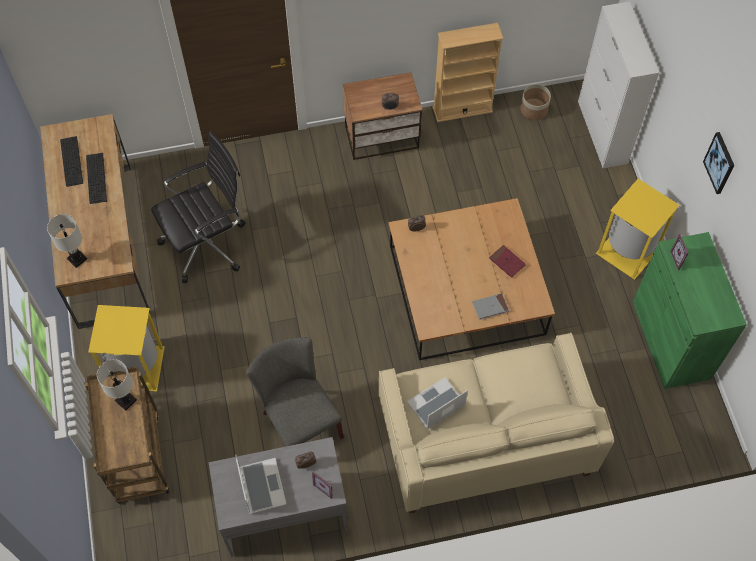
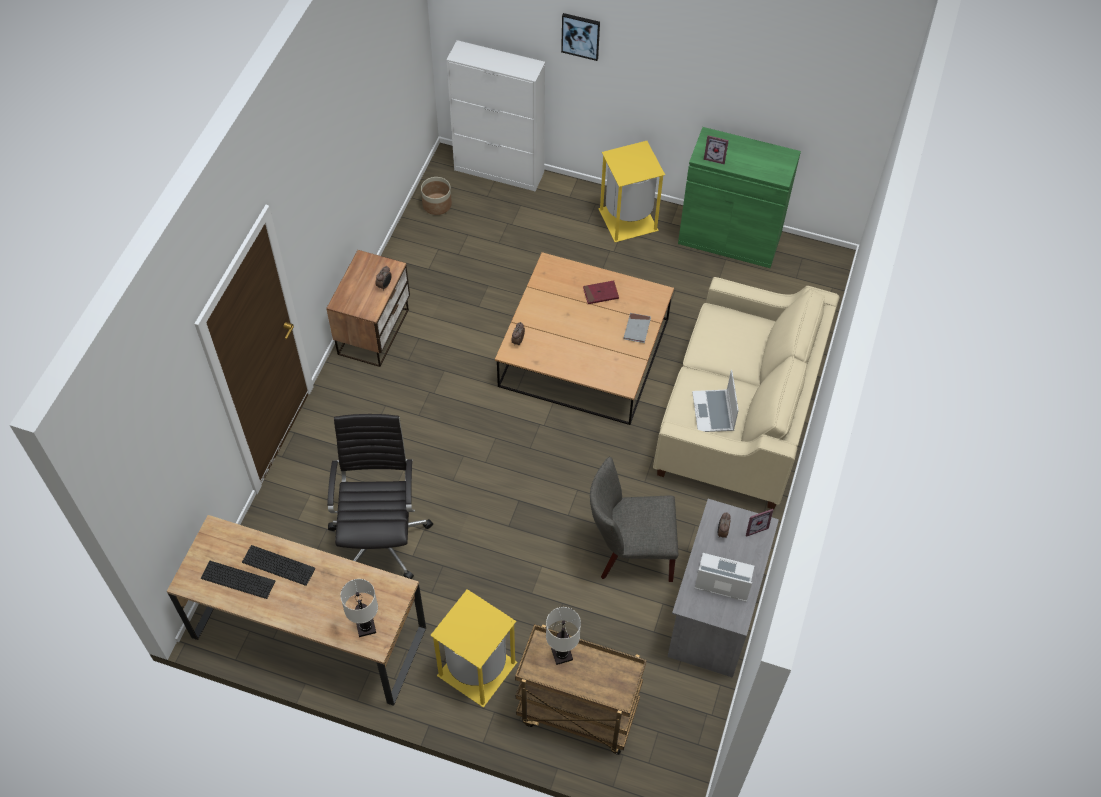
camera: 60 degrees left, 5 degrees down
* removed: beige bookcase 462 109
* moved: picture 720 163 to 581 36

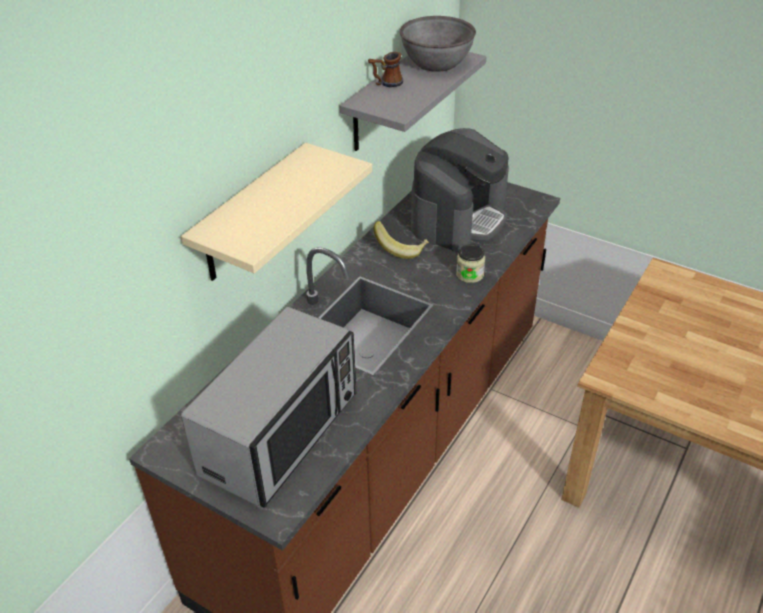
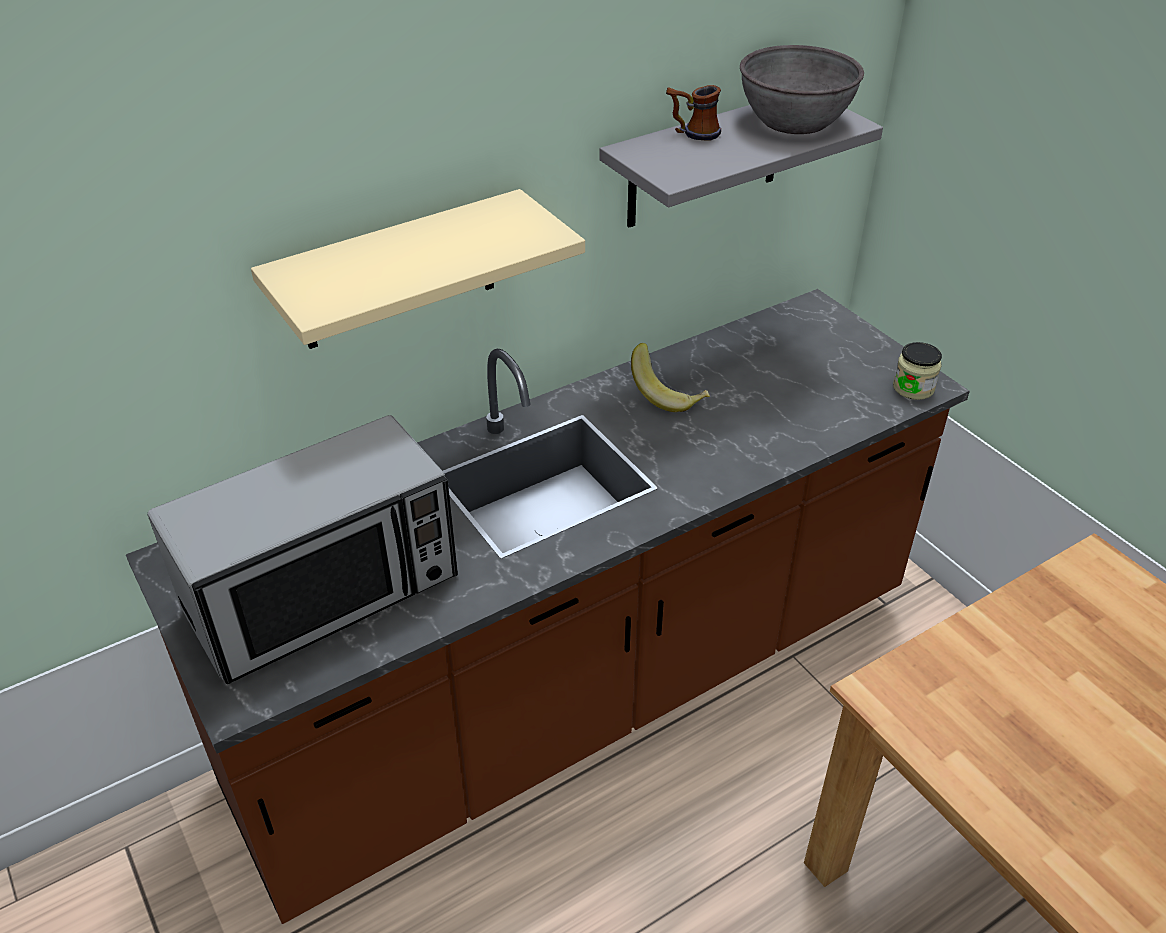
camera: 25 degrees right, 0 degrees up
* removed: coffee machine 458 218
* moved: jar 469 274 to 913 388

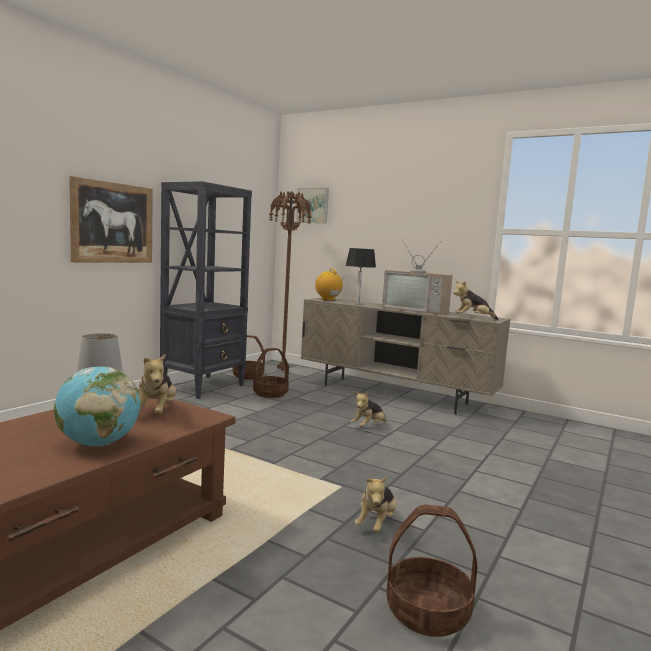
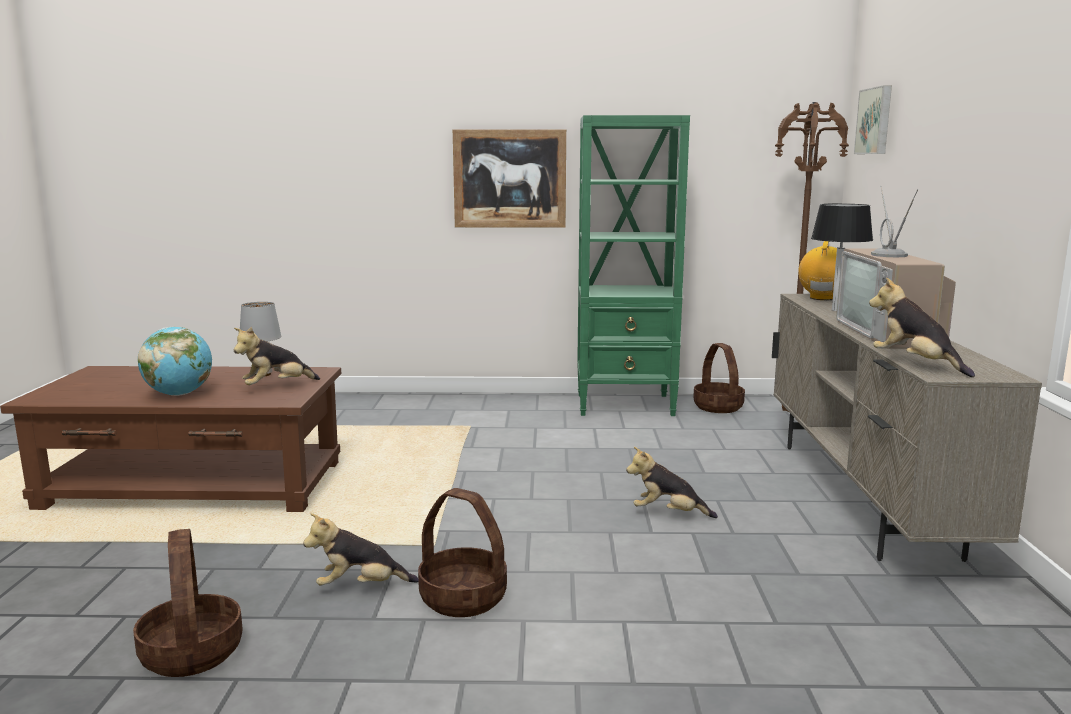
camera: 60 degrees right, 5 degrees up
* moved: basket 270 393 to 464 598
* recoloured: black bookcase 204 387 to green bookcase 626 405

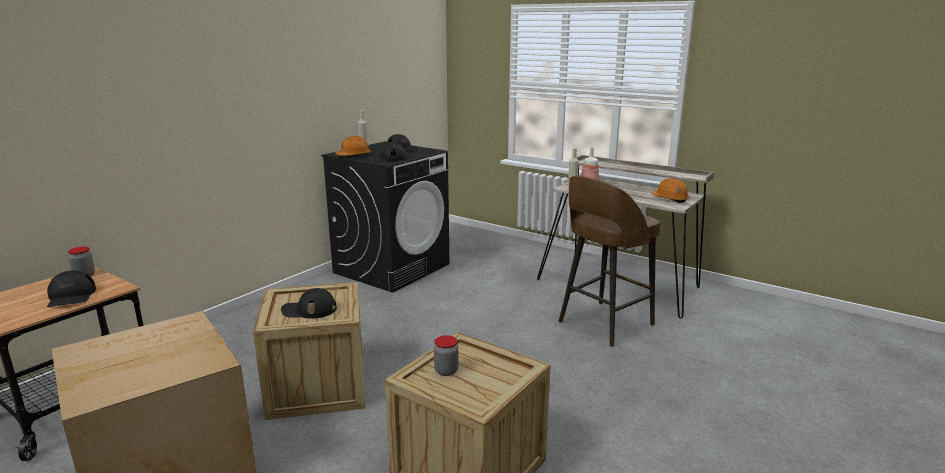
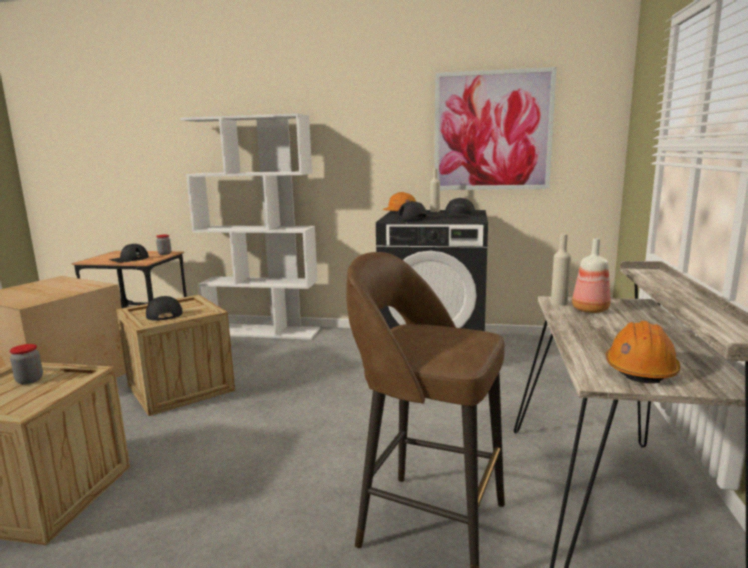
camera: 65 degrees right, 5 degrees down
* added: white bookcase 263 331
* added: picture 492 131

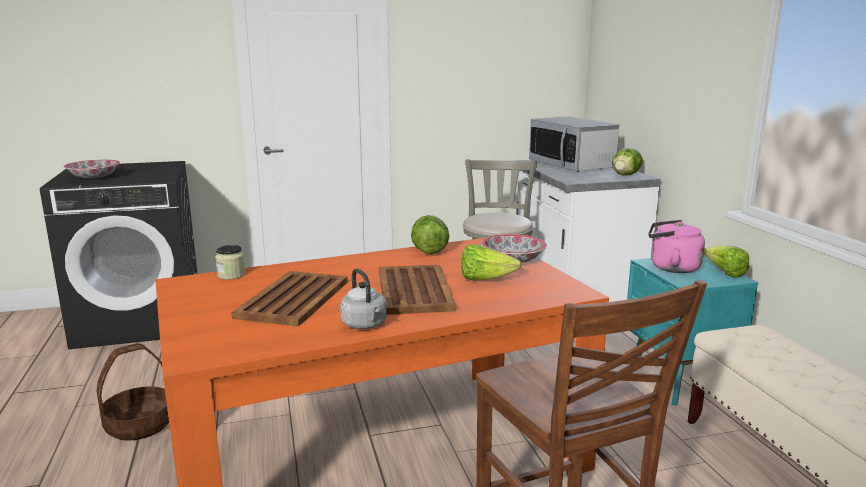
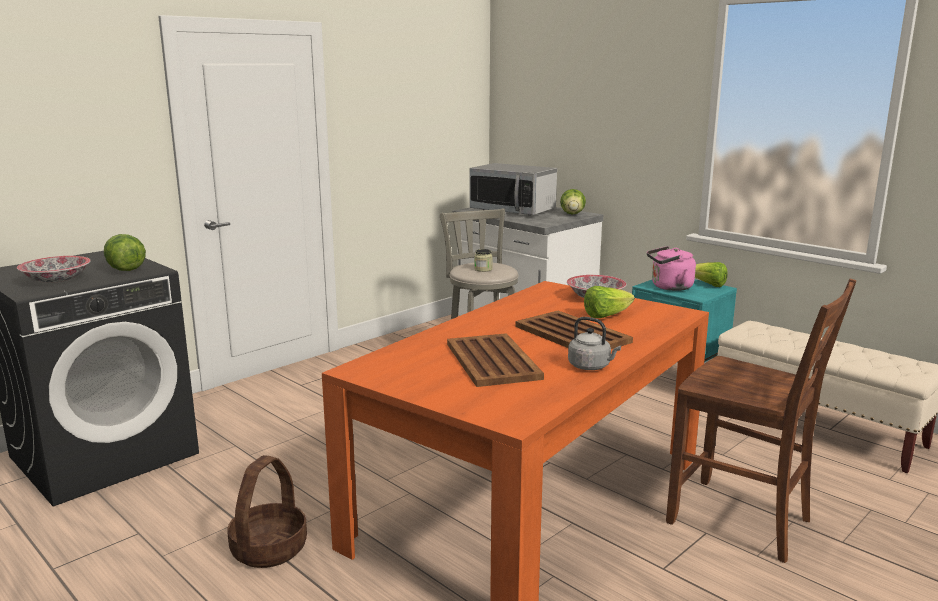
camera: 30 degrees left, 0 degrees up
* moved: jar 231 275 to 483 269
* moved: lettuce 429 251 to 125 269

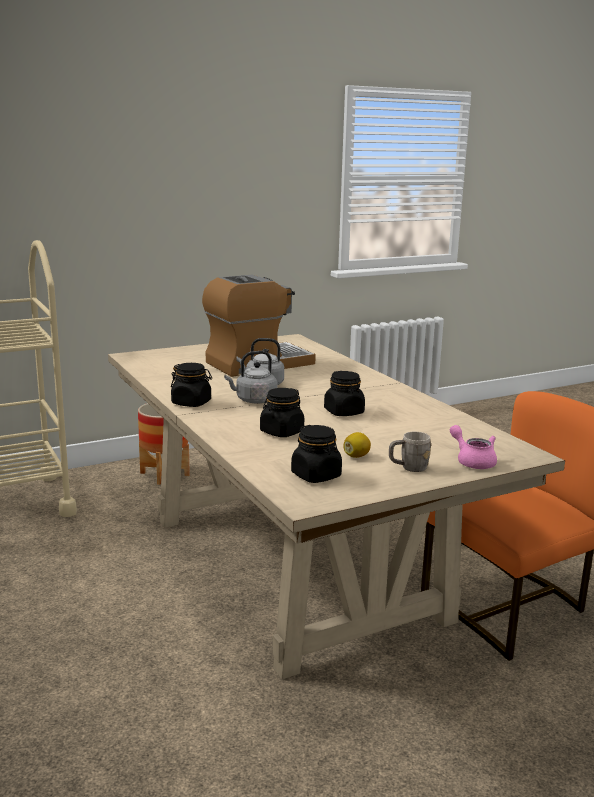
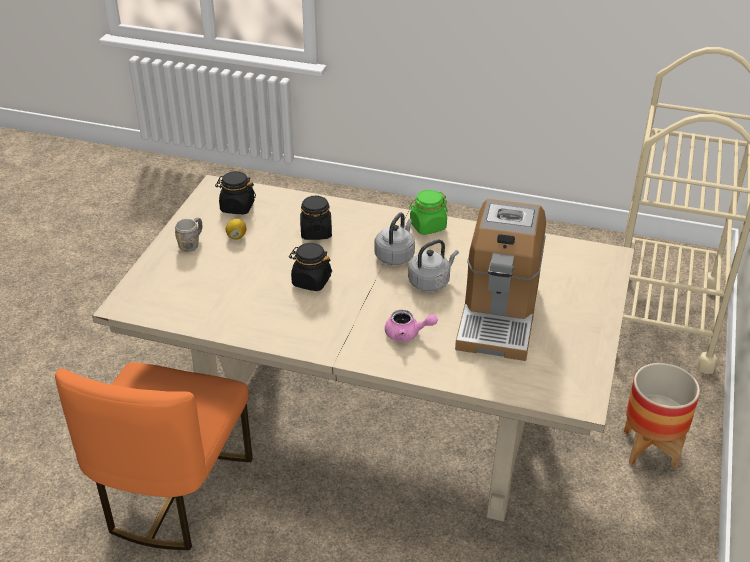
camera: 135 degrees right, 20 degrees up
* moved: pink teapot 473 461 to 407 334
* recoloured: black jar 191 403 to green jar 427 226

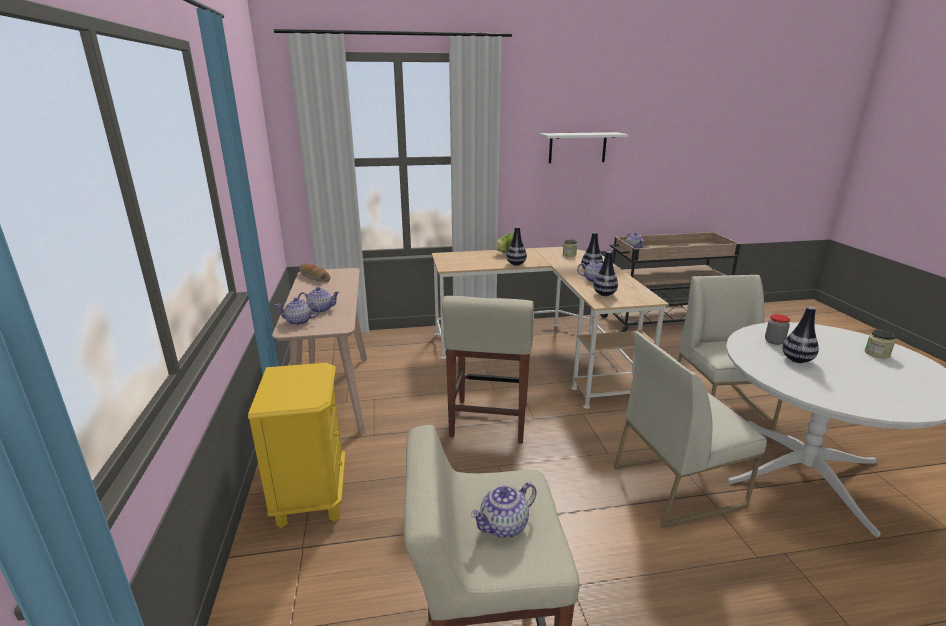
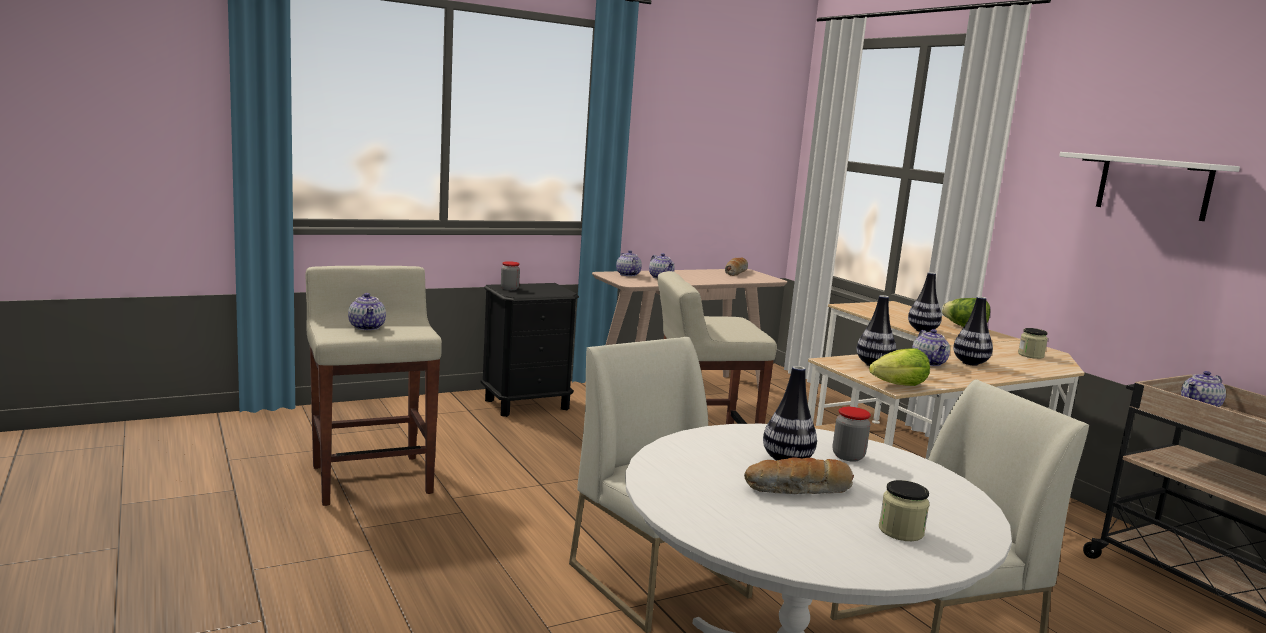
camera: 70 degrees right, 10 degrees down
* added: jar 509 288
* added: bread 798 490
* added: lettuce 899 386
* recoloured: yellow nightstand 311 495 to black nightstand 527 404
* turned: teapot 504 526 = 367 327 150 degrees counterclockwise

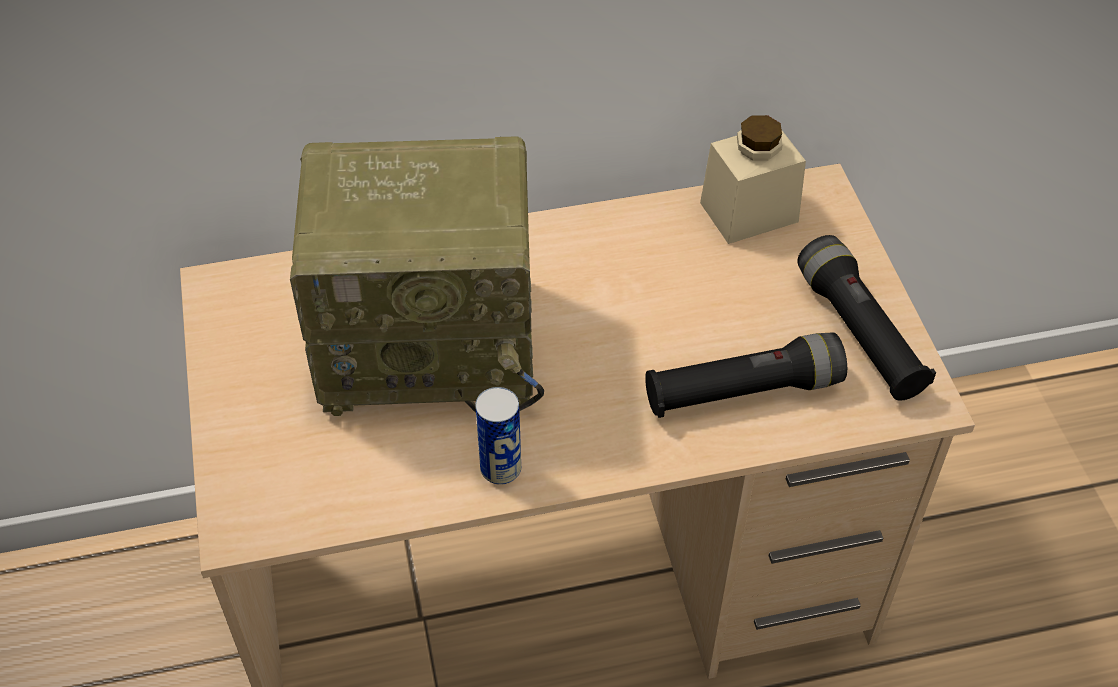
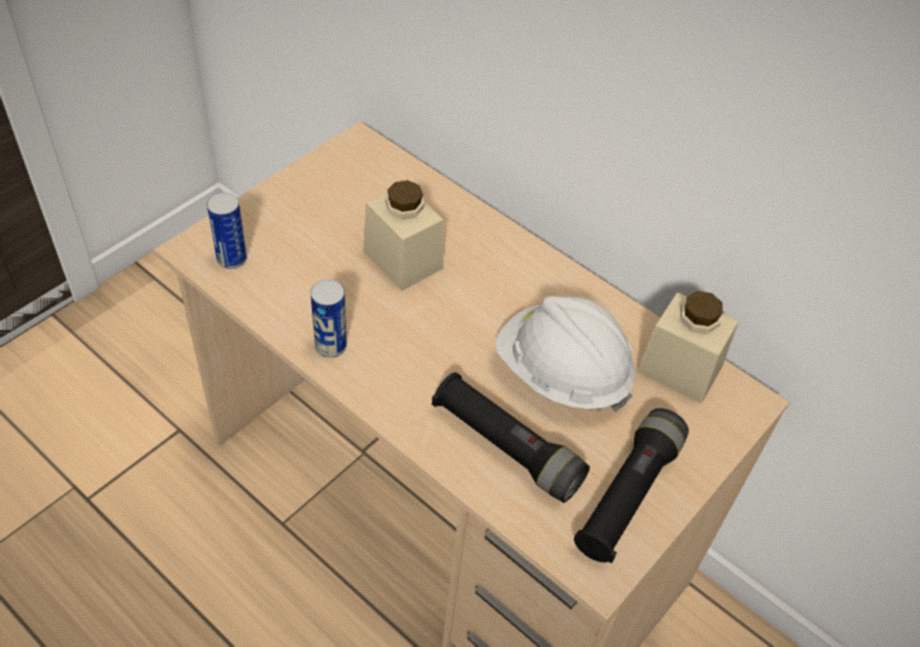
camera: 50 degrees right, 0 degrees up
* added: can 232 259
* added: white hard hat 561 374
* replaced: radio 432 342 to beige jar 403 259

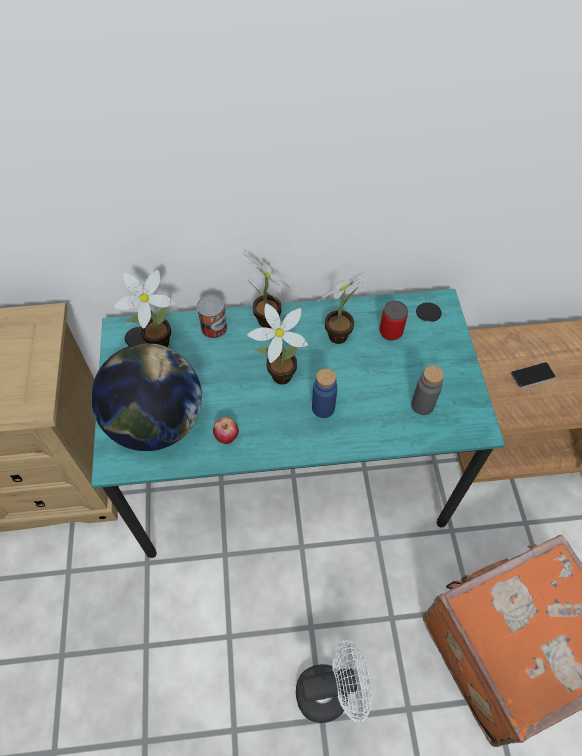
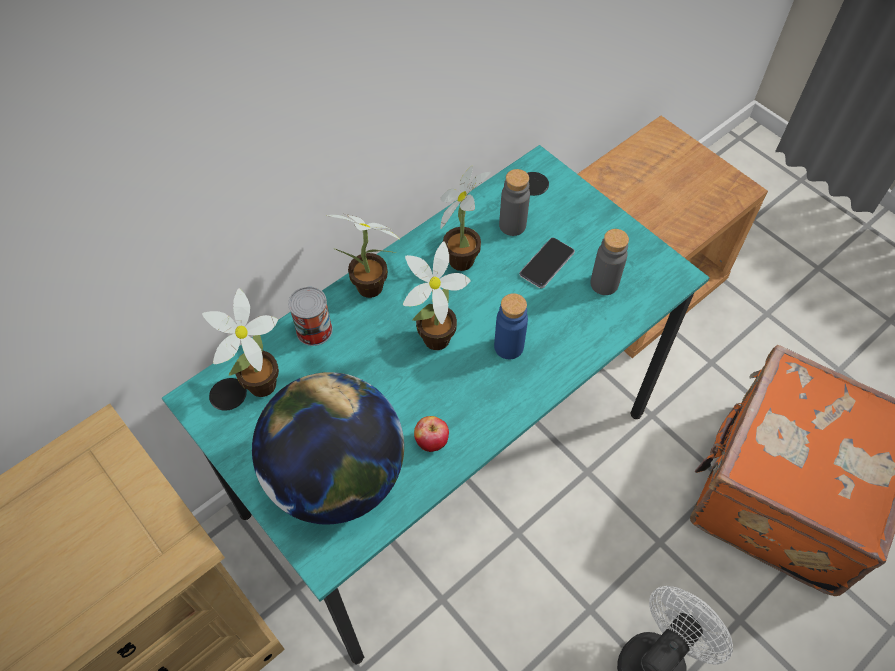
camera: 35 degrees left, 0 degrees up
* moved: phone 532 375 to 546 263
* replaced: can 390 332 to grey bottle 512 225

